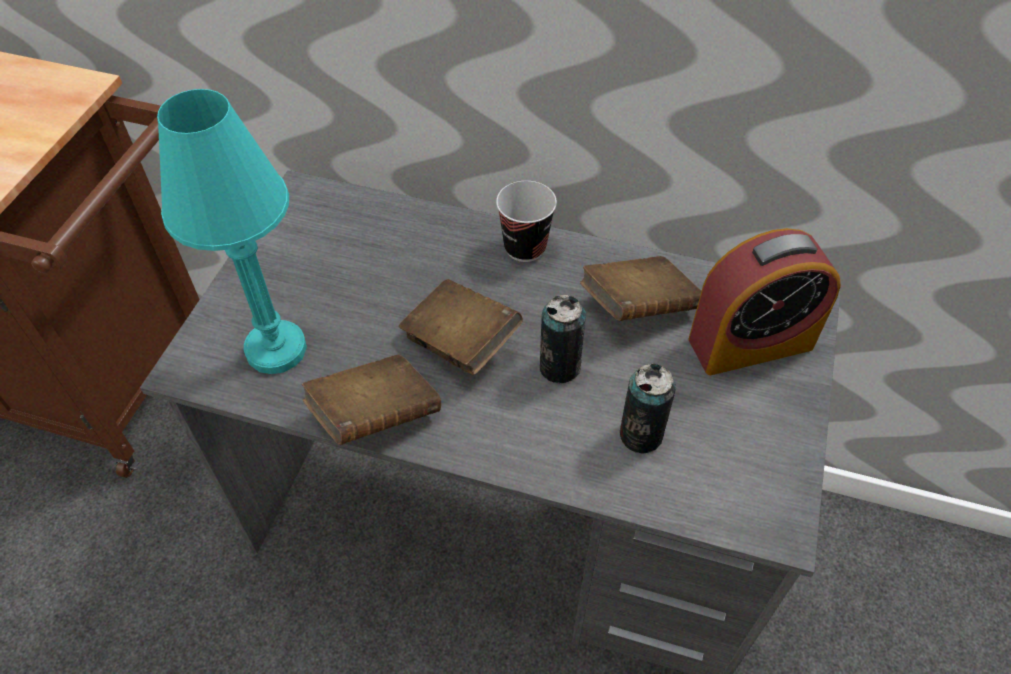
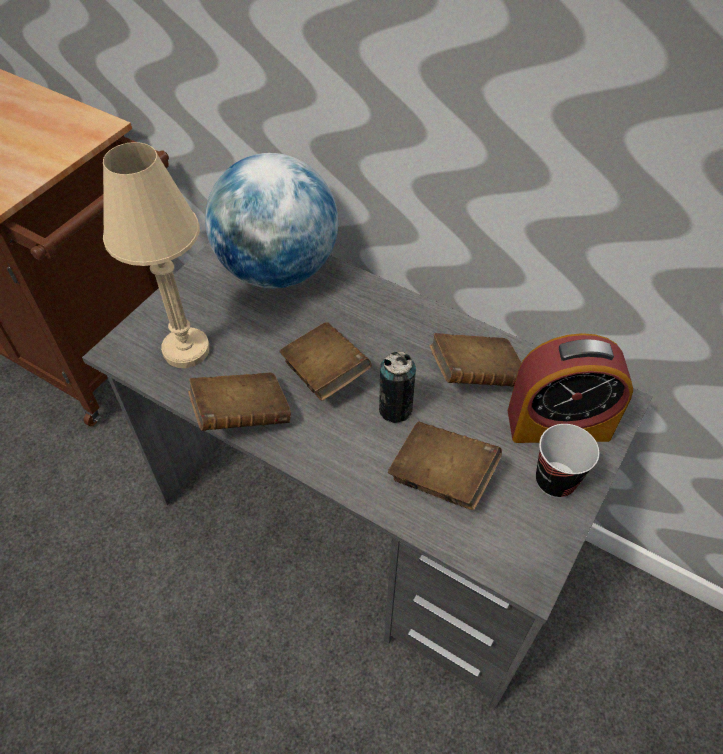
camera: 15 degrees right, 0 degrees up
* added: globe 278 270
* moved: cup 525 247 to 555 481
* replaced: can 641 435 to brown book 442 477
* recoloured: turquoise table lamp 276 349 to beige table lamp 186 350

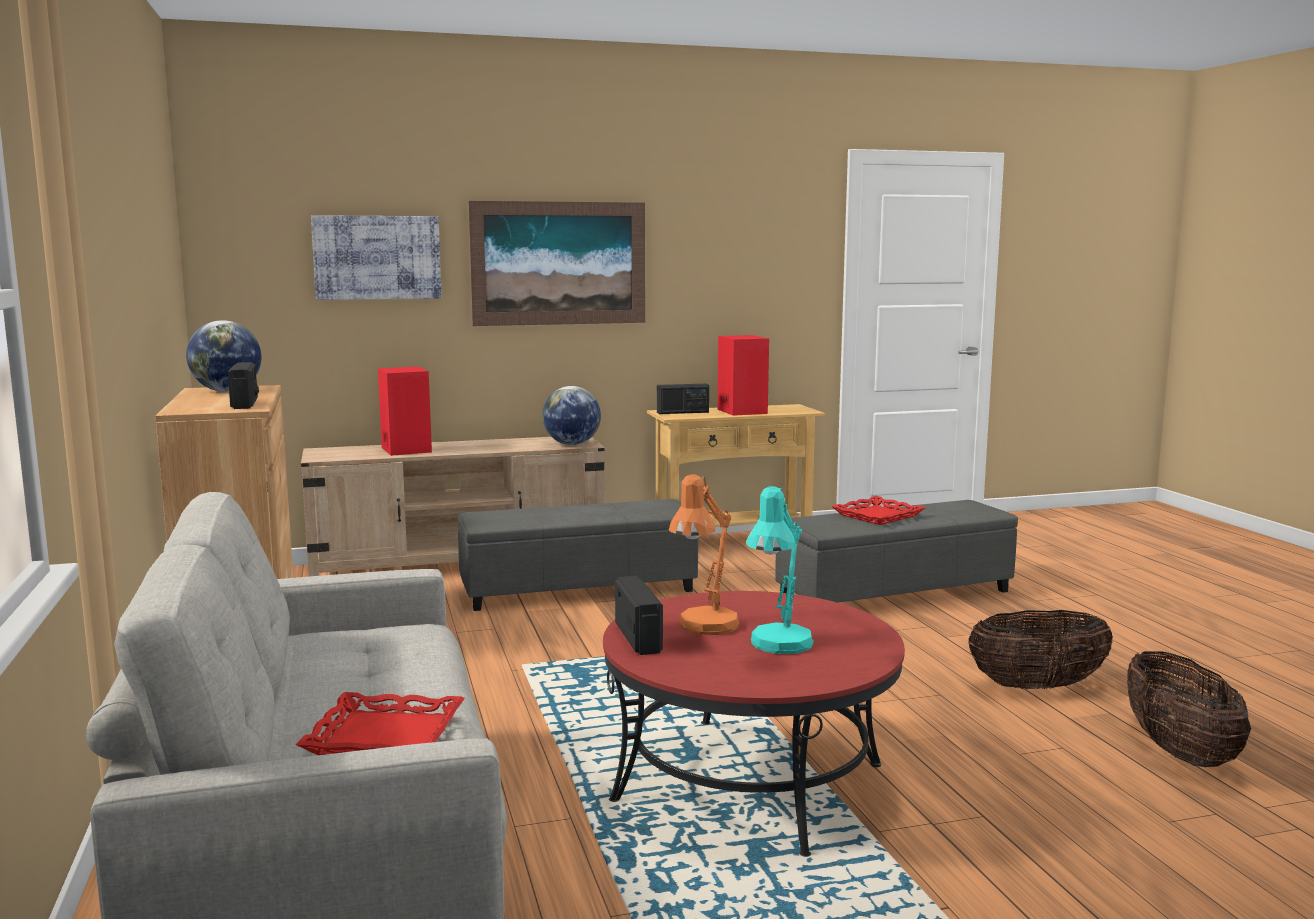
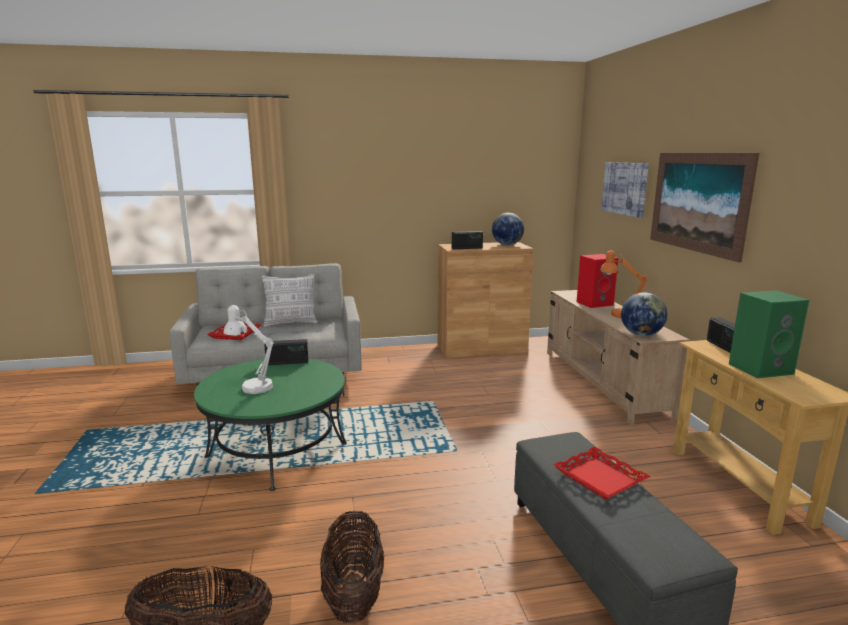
camera: 95 degrees right, 5 degrees up
* removed: grey ottoman 578 589
* added: pillow 291 323
* moved: orange table lamp 704 629 to 617 314
* recoloured: red coffee table 748 782 to green coffee table 277 450
* recoloured: red speaker 740 411 to green speaker 760 368
* recoloured: turquoise table lamp 778 647 to white table lamp 252 386

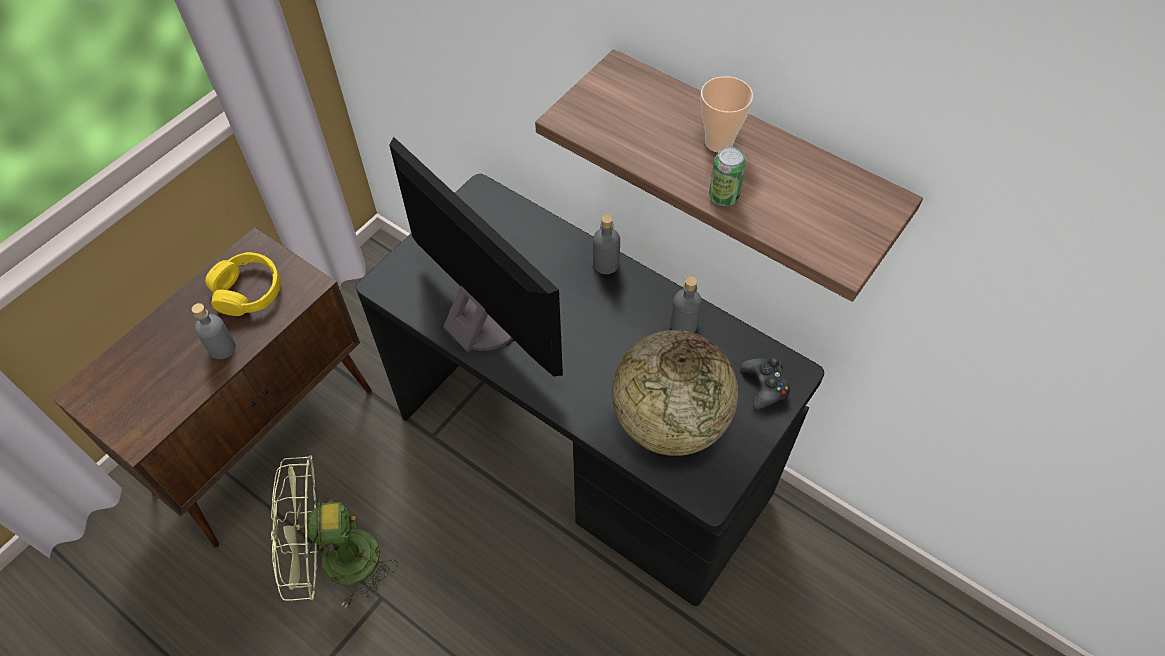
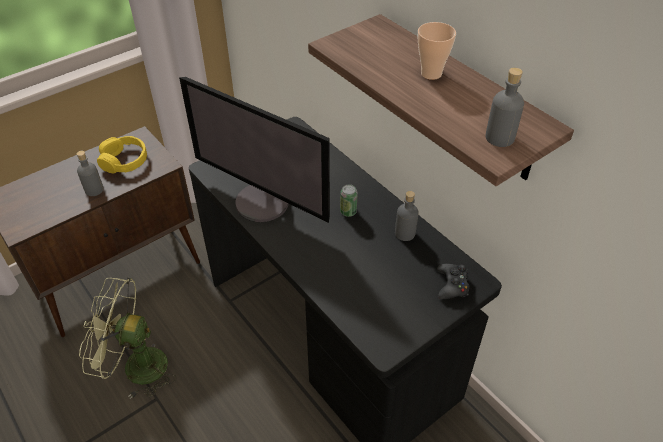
camera: 15 degrees right, 10 degrees down
* removed: globe 669 421
* moved: grey bottle 606 264 to 499 138
* moved: can 723 196 to 348 212
* turned: monitor 482 320 = 264 202 150 degrees clockwise

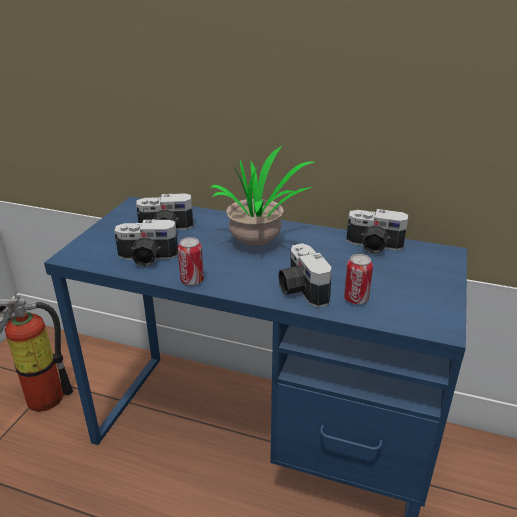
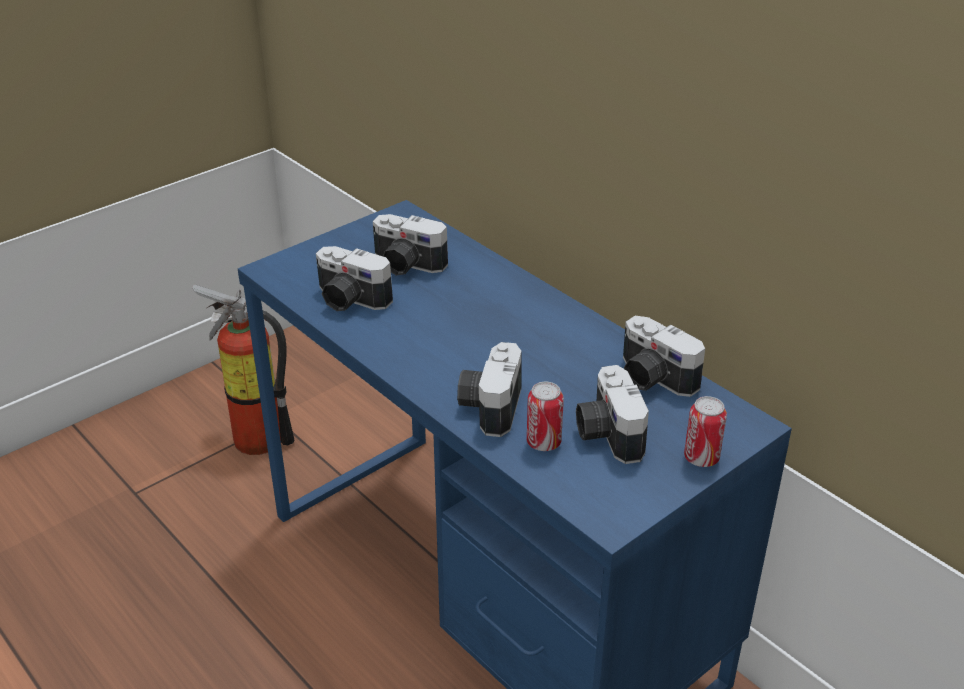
camera: 30 degrees right, 5 degrees up
* removed: potted plant 259 242
* added: photo camera 606 434
* moved: can 192 280 to 701 458

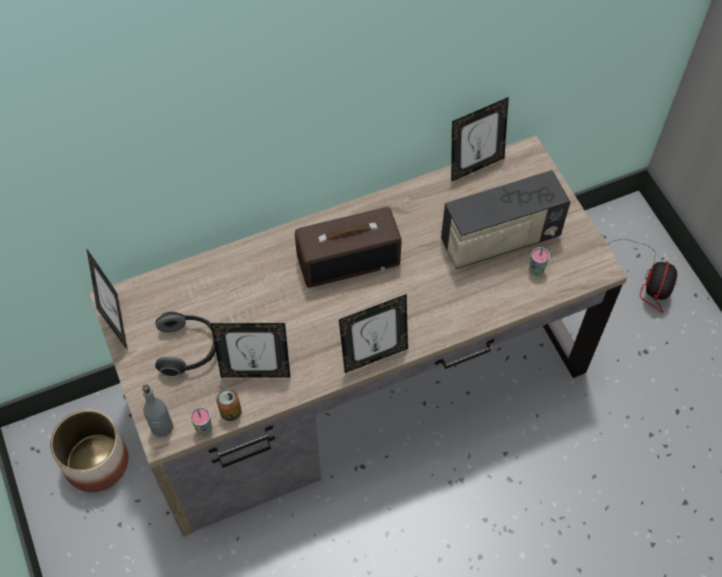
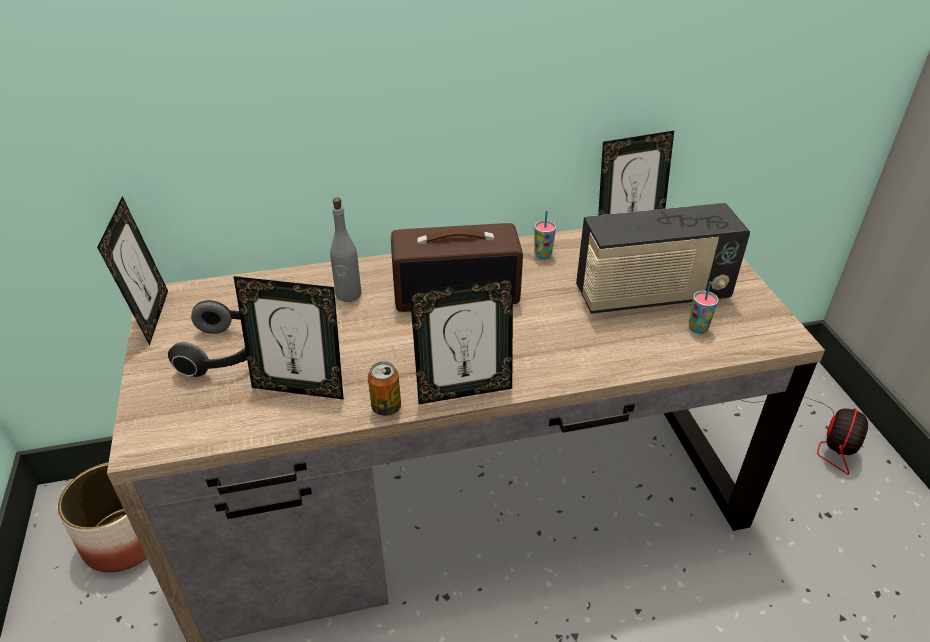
camera: 10 degrees right, 20 degrees down
* moved: grey bottle 162 427 to 348 295
* moved: cup 204 428 to 543 255
* moved: can 230 412 to 386 407

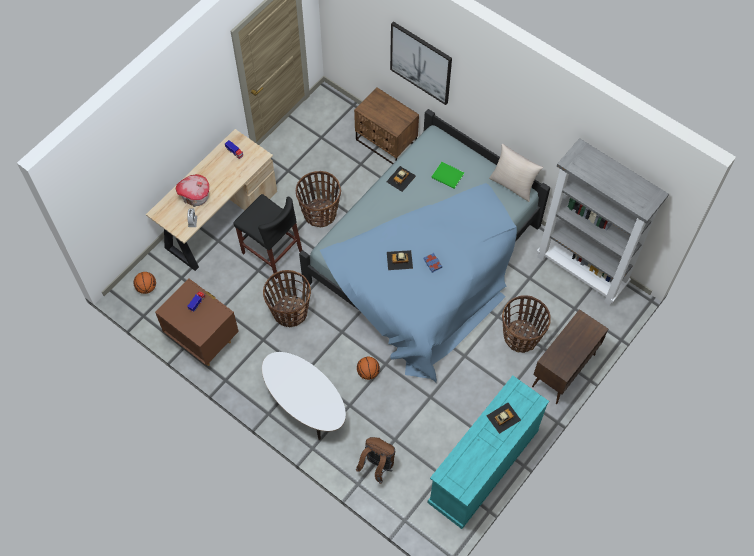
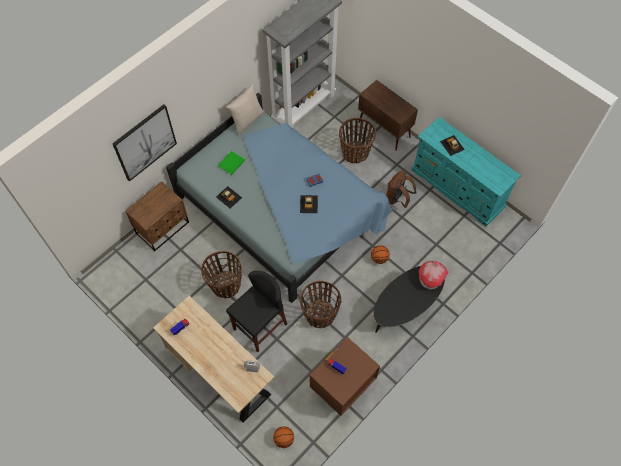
camera: 85 degrees left, 0 degrees up
* moved: toy house 195 196 to 430 279
* moved: brown backpack 377 465 to 398 199
* recoloured: white coffee table 305 404 to black coffee table 405 307

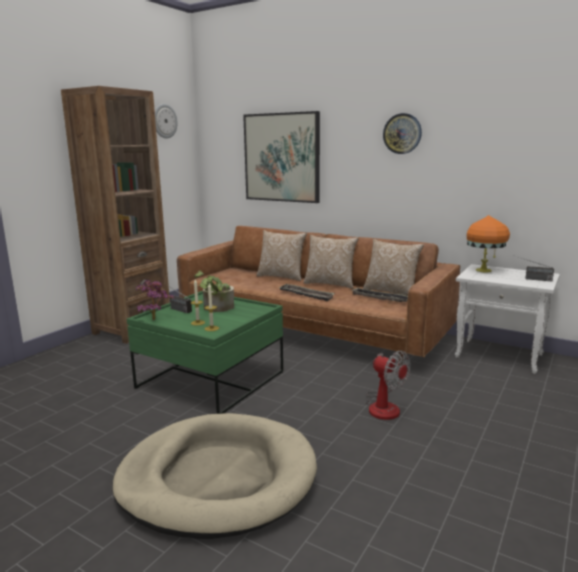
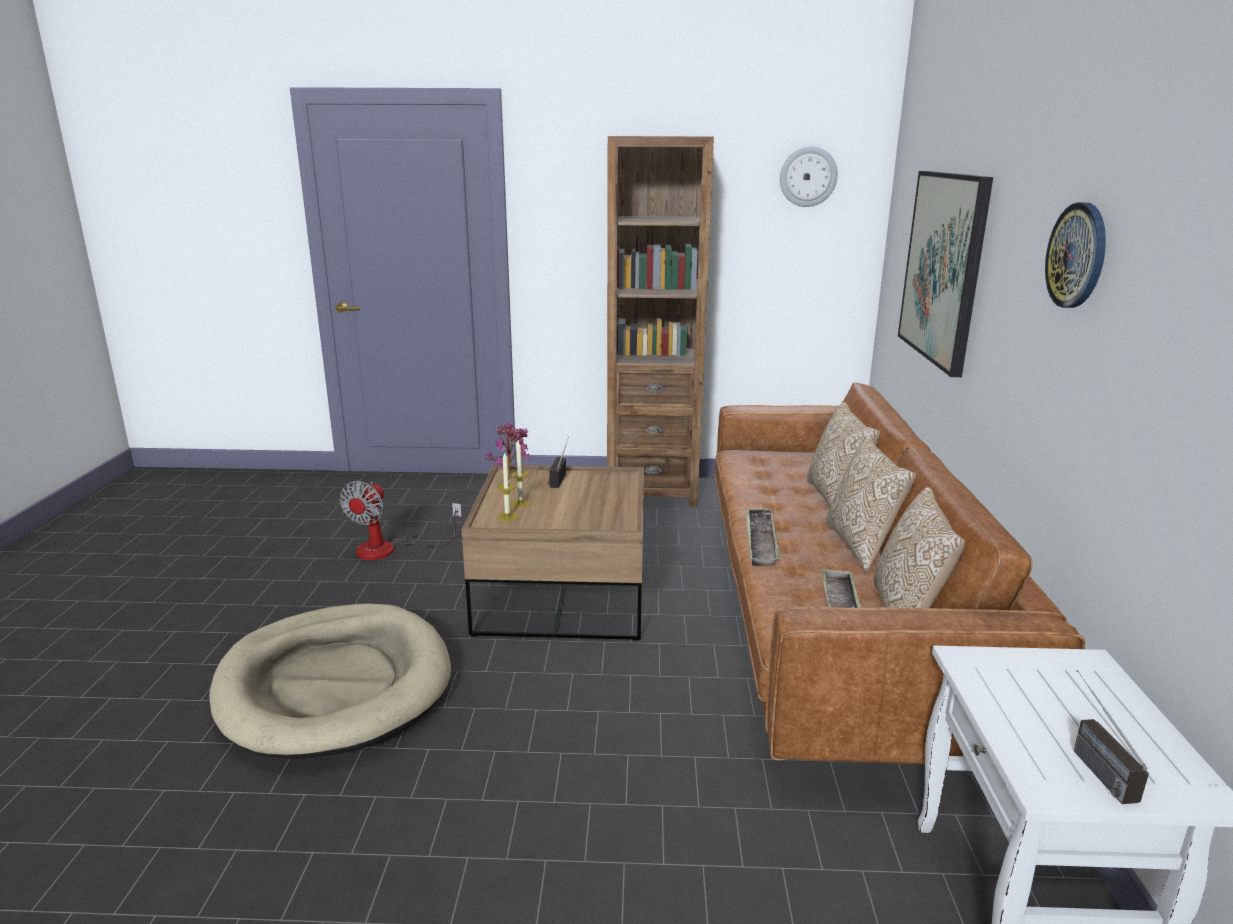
camera: 60 degrees right, 5 degrees up
* removed: potted plant 216 308
* removed: orange table lamp 484 270
* moved: fan 383 405 to 390 549
* recoloured: green coffee table 211 380 to brown coffee table 563 595

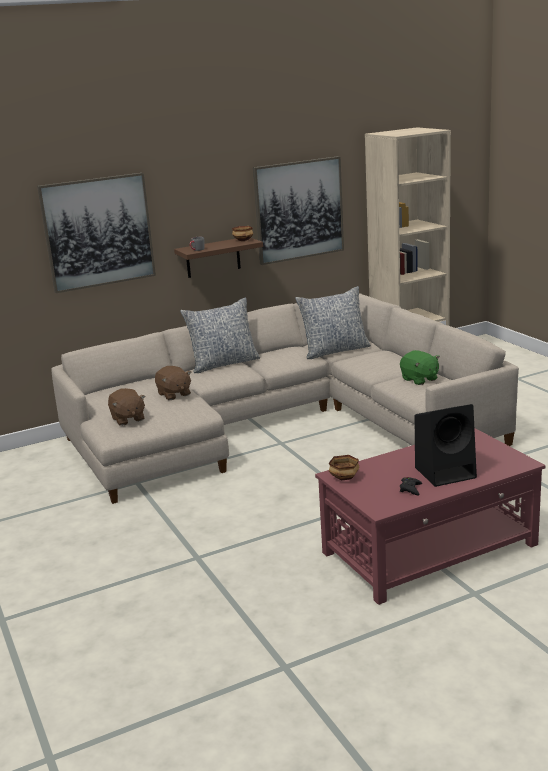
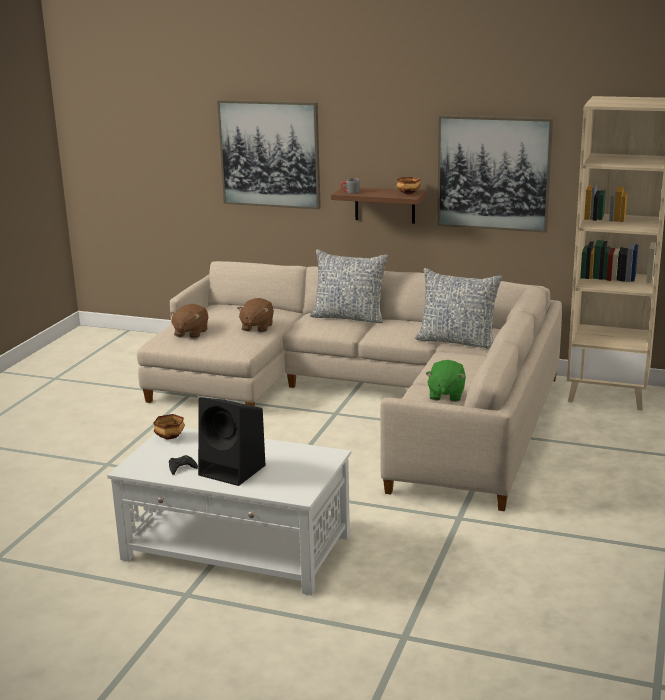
camera: 45 degrees right, 0 degrees up
* recoloured: red coffee table 430 548 to white coffee table 237 547

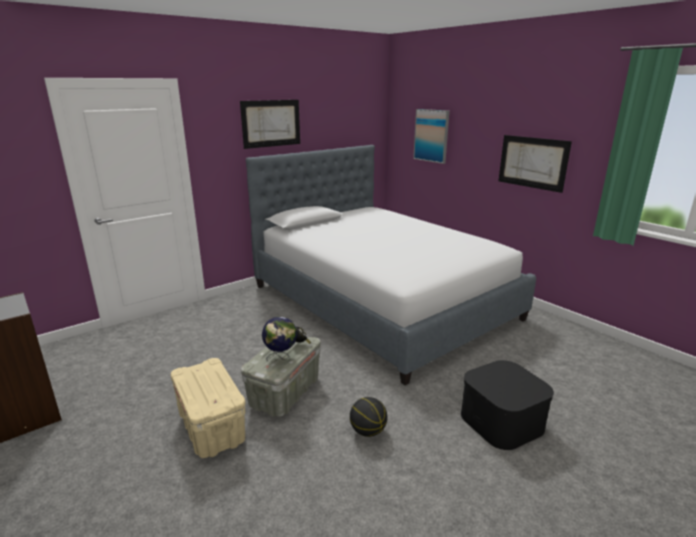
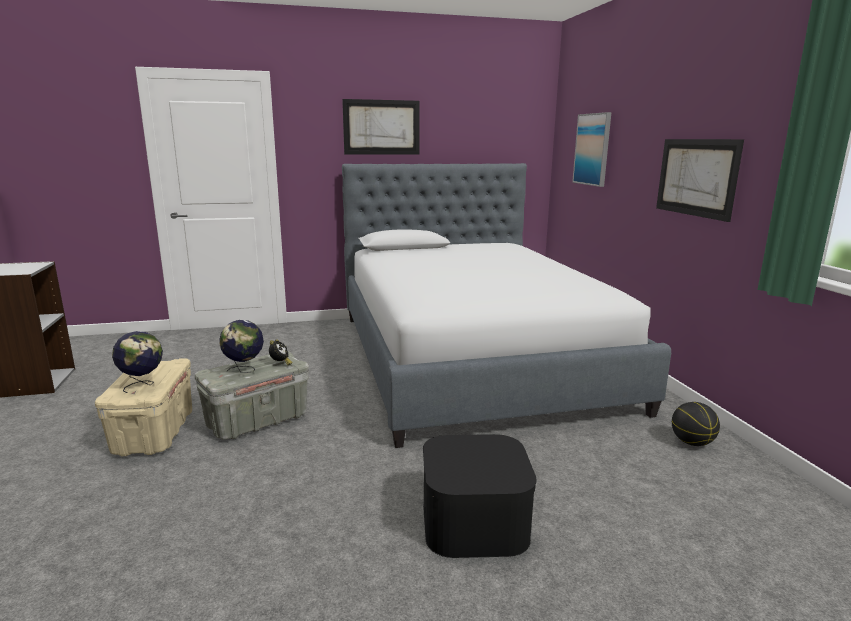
camera: 25 degrees right, 5 degrees down
* added: globe 143 385
* moved: basketball 368 431 to 692 442

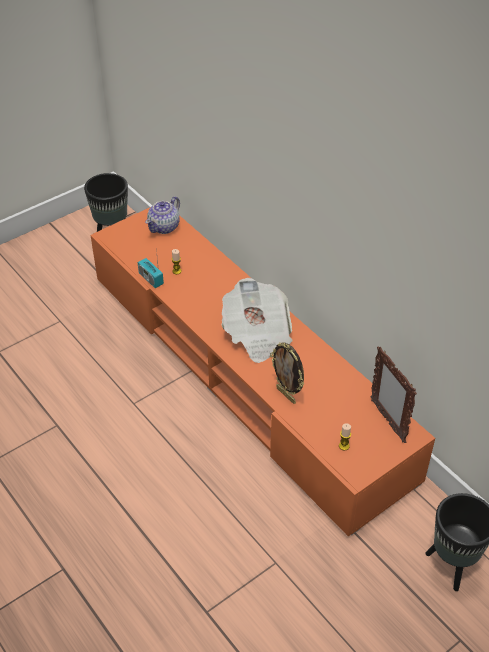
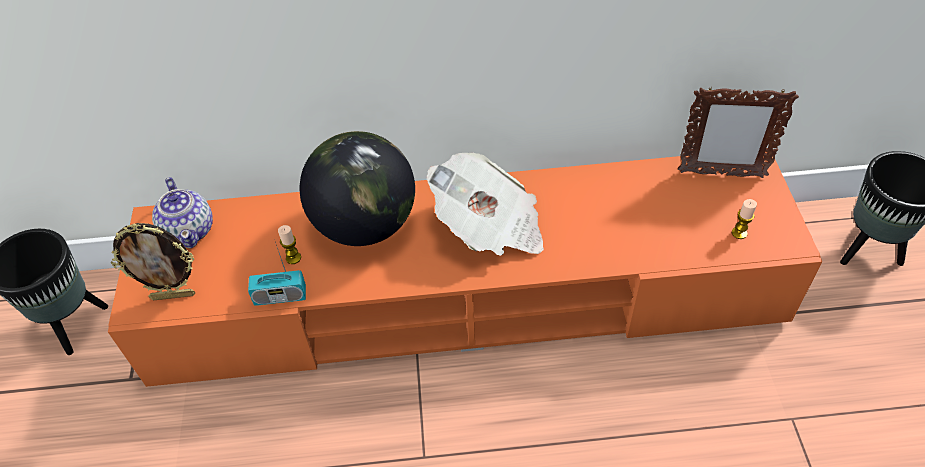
camera: 55 degrees left, 5 degrees up
* added: globe 365 225
* moved: picture frame 286 395 to 173 295

